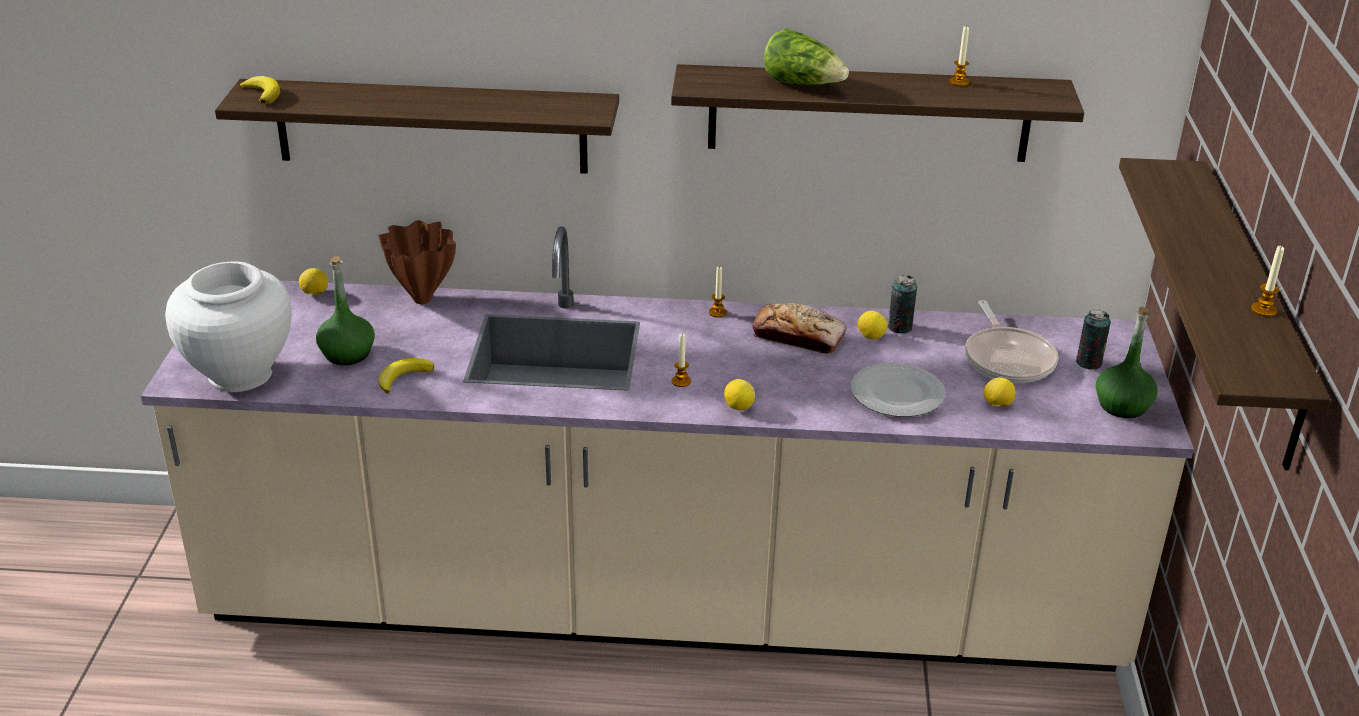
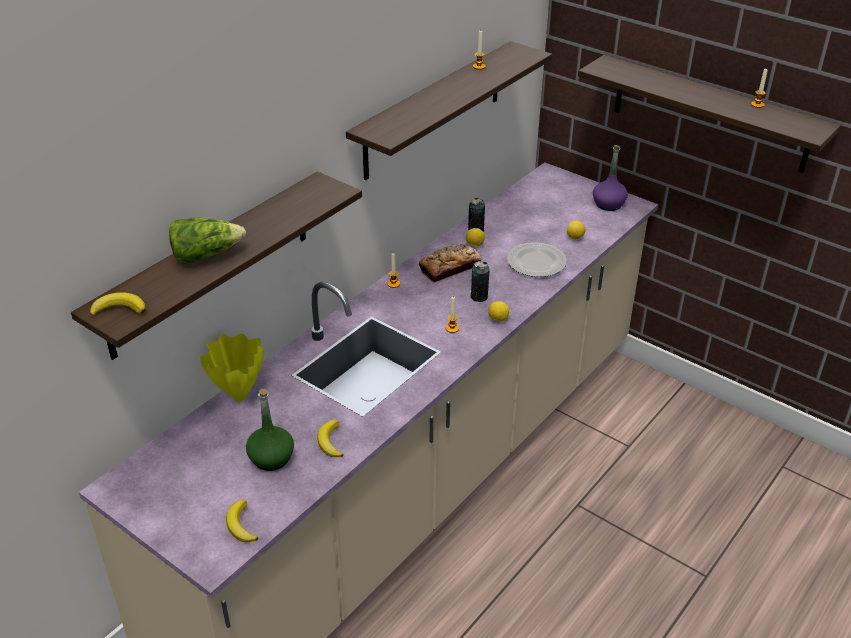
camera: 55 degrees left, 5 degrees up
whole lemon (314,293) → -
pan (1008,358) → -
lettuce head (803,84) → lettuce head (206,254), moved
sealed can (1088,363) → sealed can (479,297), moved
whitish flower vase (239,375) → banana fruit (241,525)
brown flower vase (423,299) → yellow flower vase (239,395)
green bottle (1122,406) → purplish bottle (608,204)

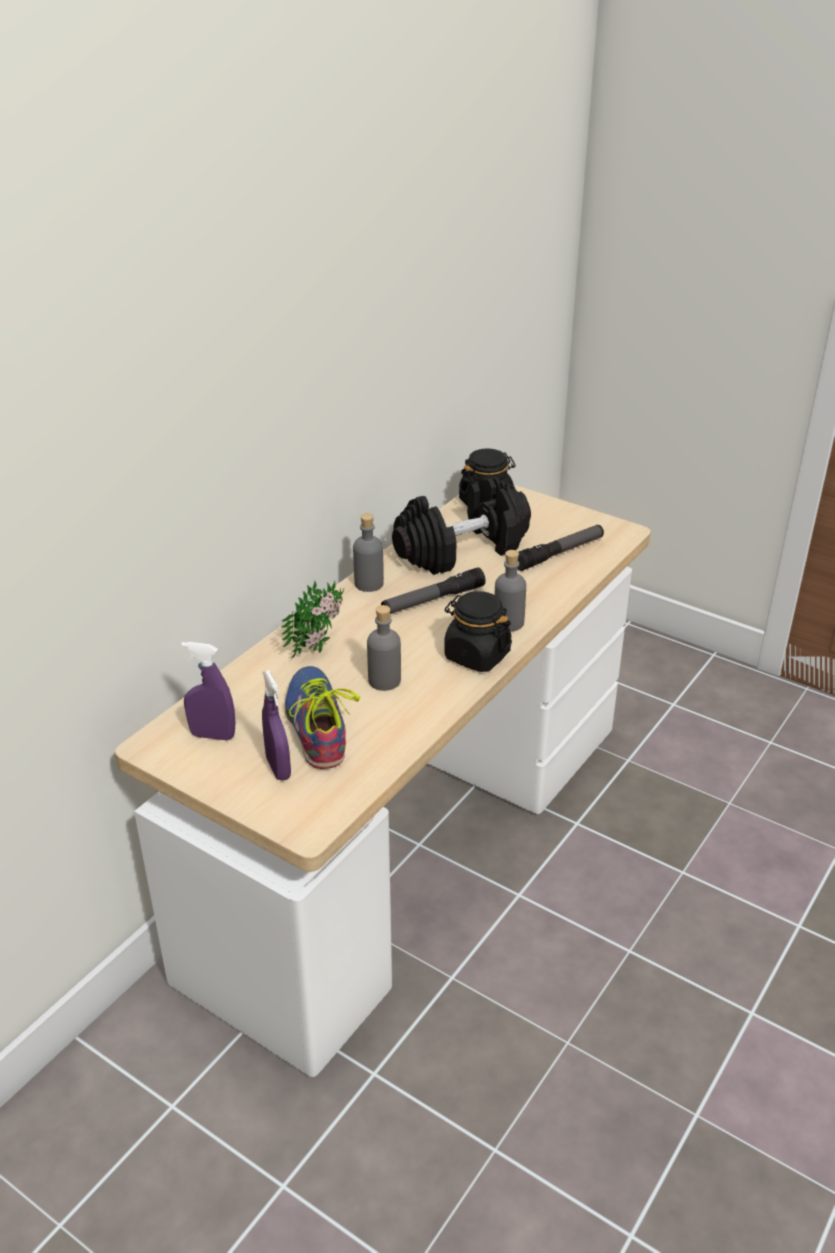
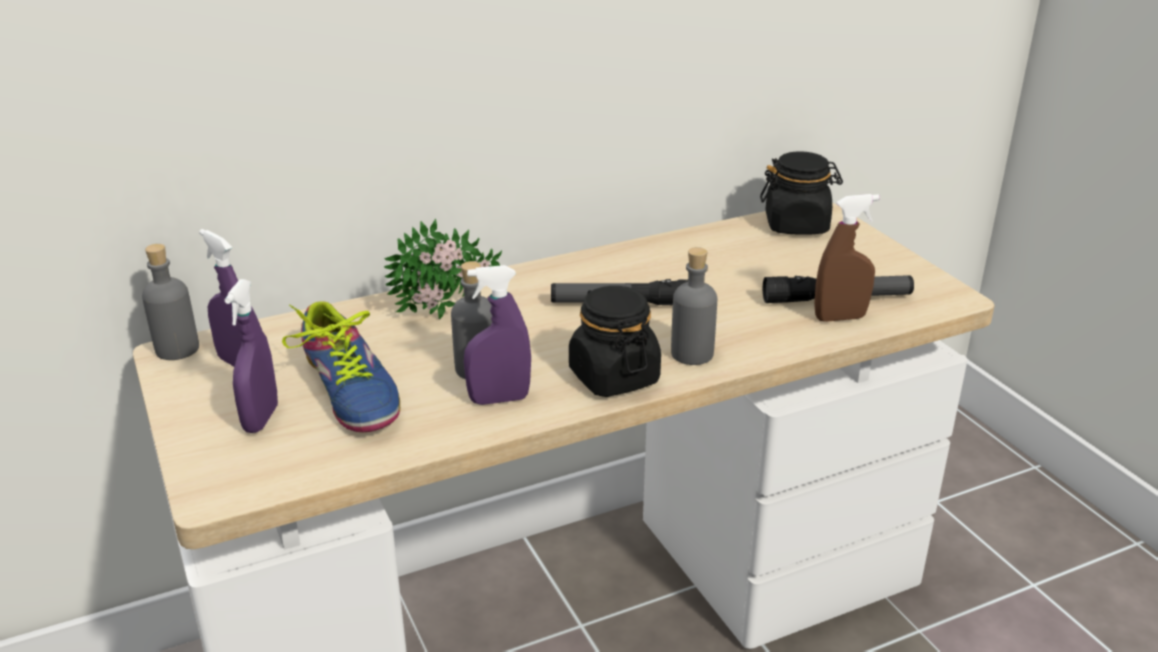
camera: 30 degrees right, 5 degrees down
blackish dumbbell (461,549) → -
- → purplish sprayer (499,399)
- → brown sprayer (840,318)
gray bottle (369,584) → gray bottle (177,349), moved
shoe (316,725) → shoe (351,390), 135 degrees clockwise

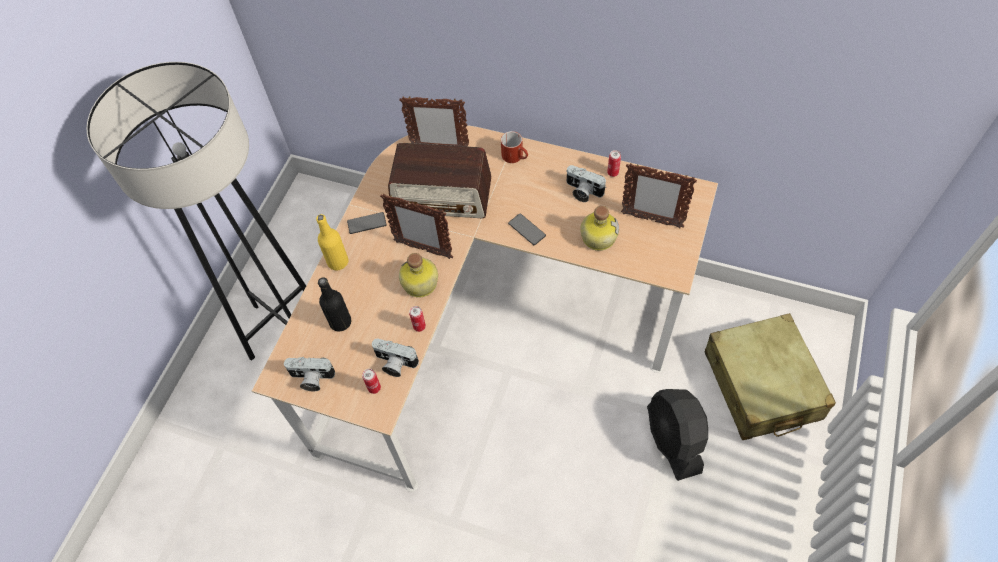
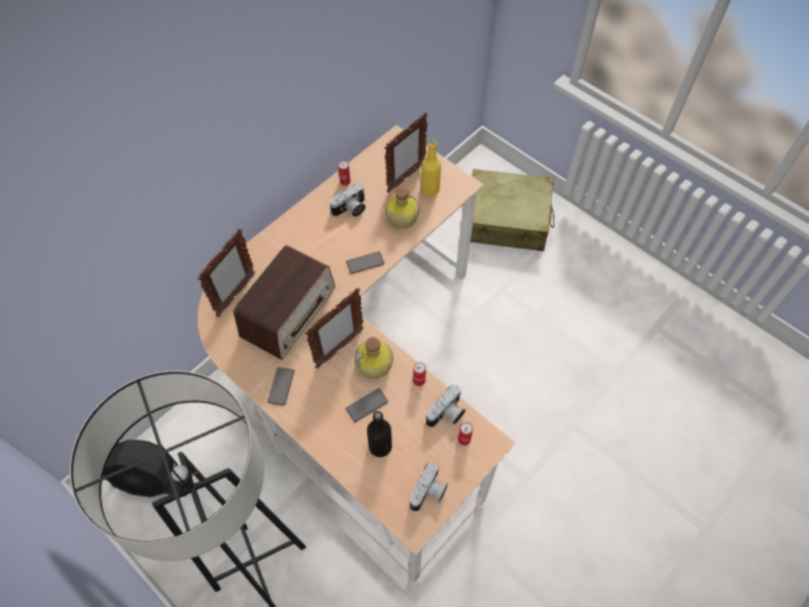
camera: 70 degrees left, 0 degrees up
red-coloured coffee mug (516,156) → -
- → handset (367,405)
yellow bottle (338,262) → yellow bottle (430,190), moved
blackish electric fan (673,440) → blackish electric fan (154,480), moved

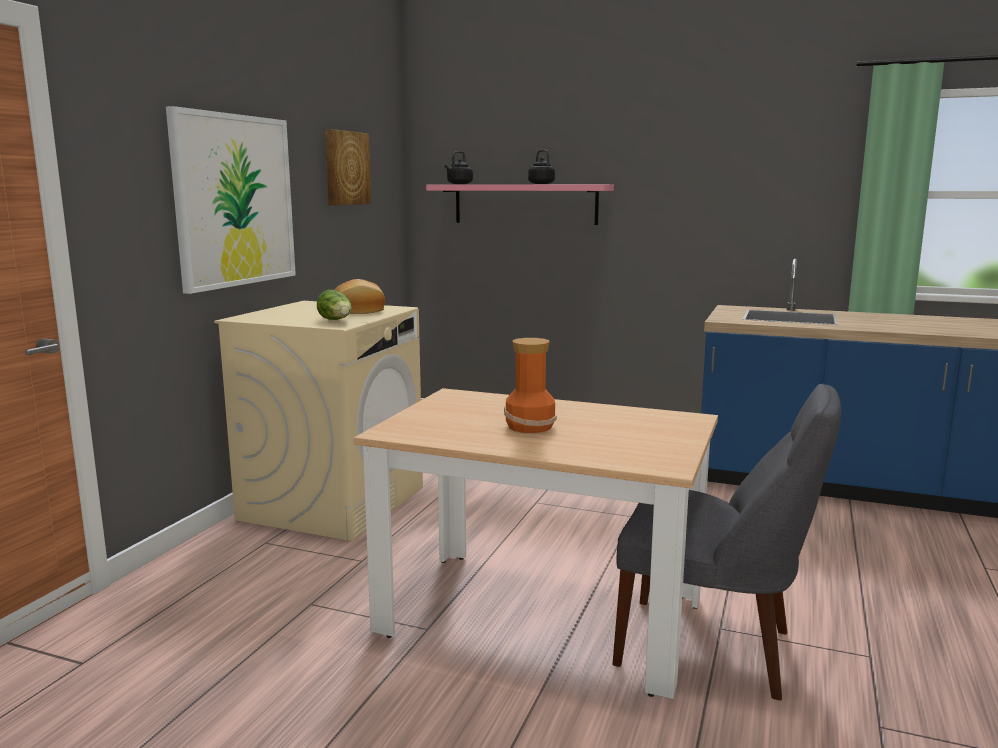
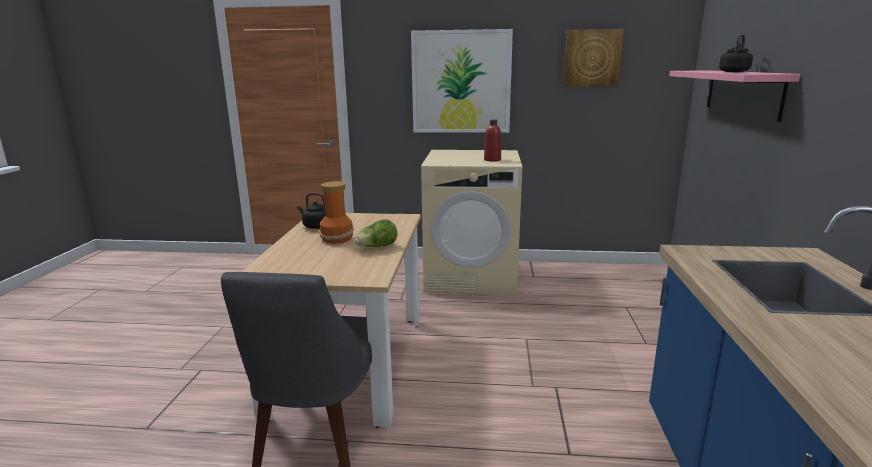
camera: 75 degrees right, 5 degrees up
lettuce head (337,321) → lettuce head (377,247), moved
blackish kettle (458,184) → blackish kettle (315,226), moved
bakery bread (360,310) → red-coloured bottle (492,160)

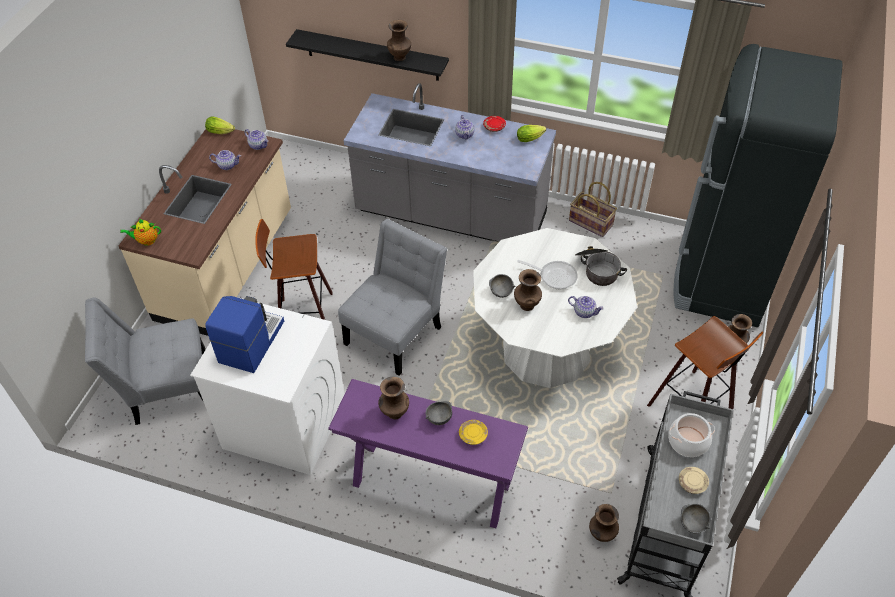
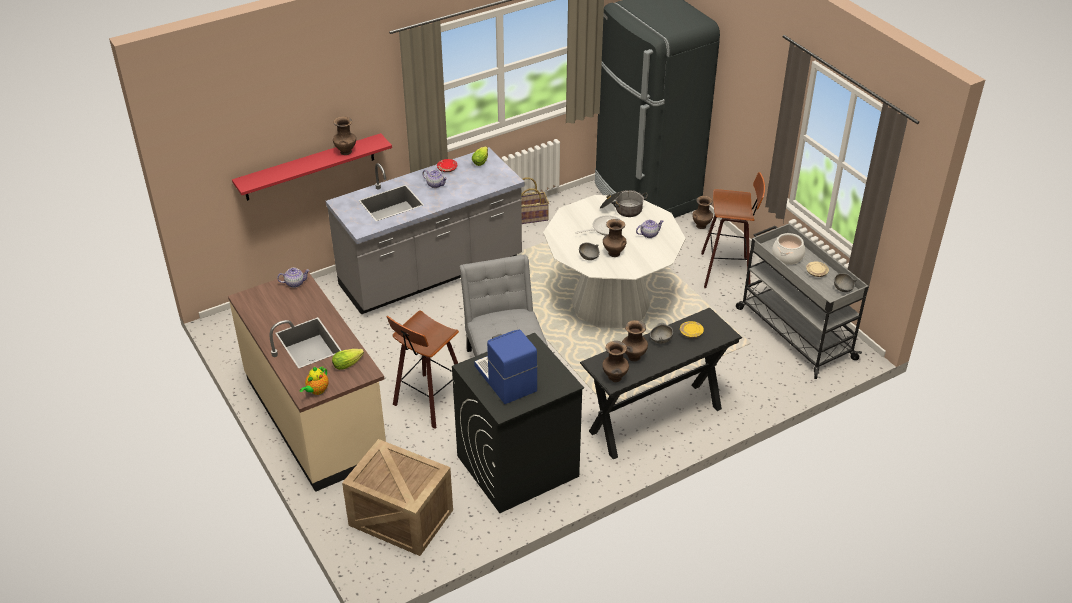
camera: 50 degrees left, 10 degrees down
pot for tea (227,165) → -
lettuce head (221,131) → lettuce head (349,363), moved
brown flower vase (601,535) → brown flower vase (615,378), moved
gray chair (165,388) → crate (399,518)
whitish washing machine (284,424) → blackish washing machine (517,467)
blackish wall shelf (372,55) → red-coloured wall shelf (309,167)
purplish hall table (431,485) → blackish hall table (655,420)

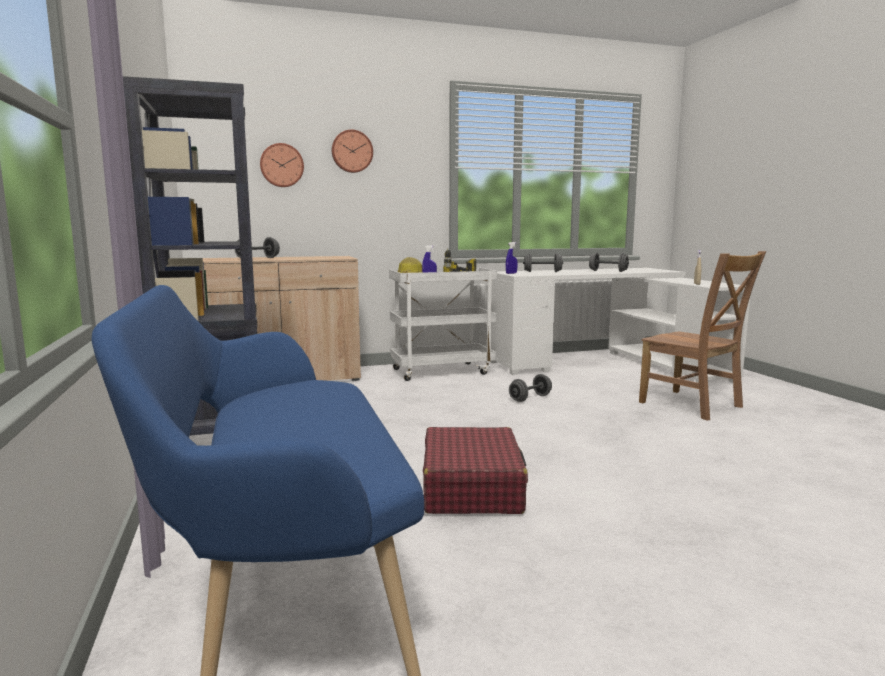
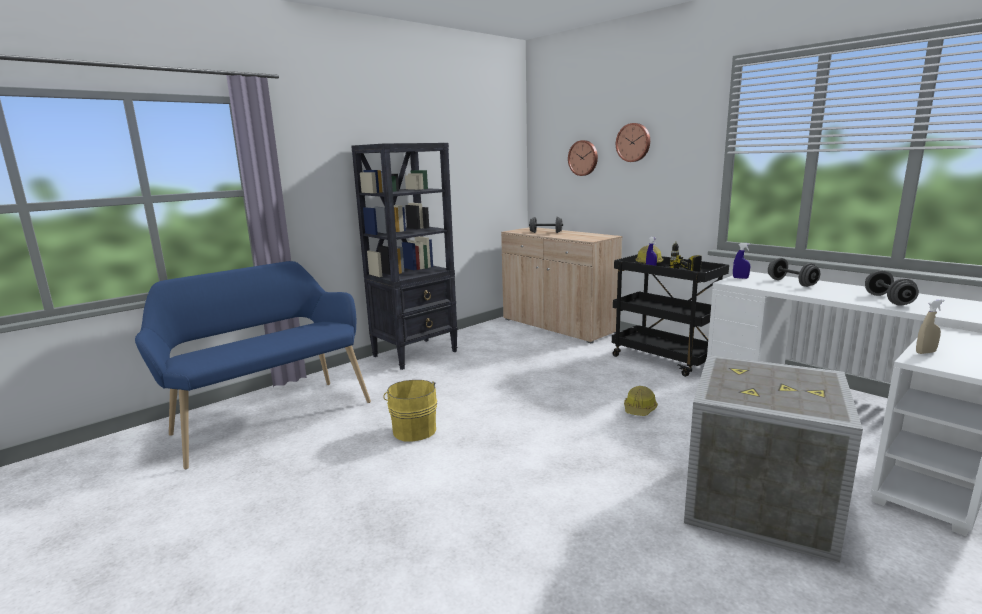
camera: 65 degrees right, 5 degrees up
red-coloured travel case (472,487) → yellow bucket (414,429)
gray dumbbell (530,398) → hard hat (639,409)
brown chair (693,406) → crate (756,503)
whitish trolley (442,371) → blackish trolley (664,360)

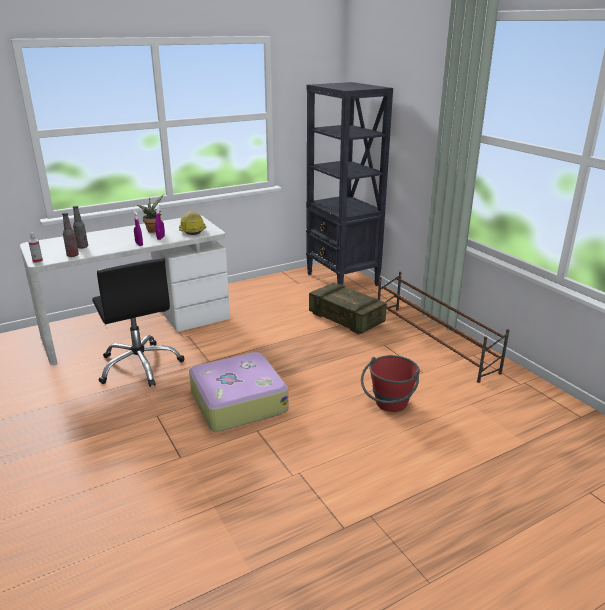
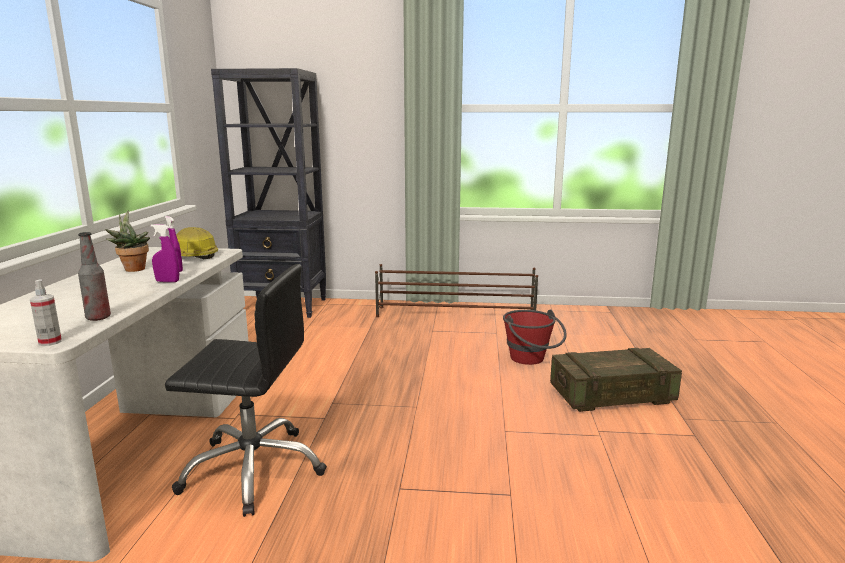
camera: 55 degrees left, 10 degrees down
bottle (82,247) → -
travel case (237,401) → -
crate (346,319) → crate (611,396), moved

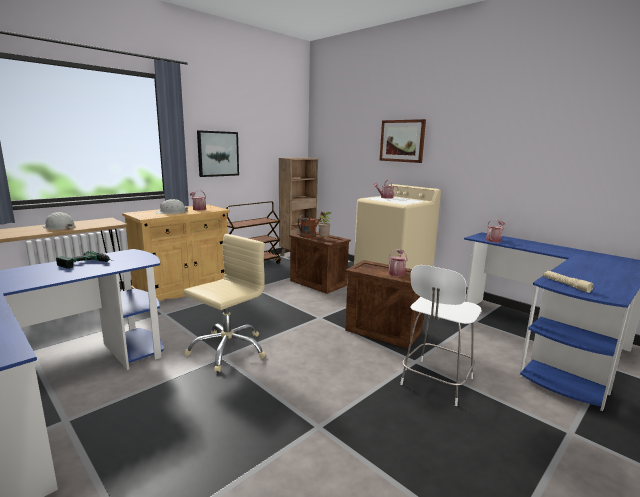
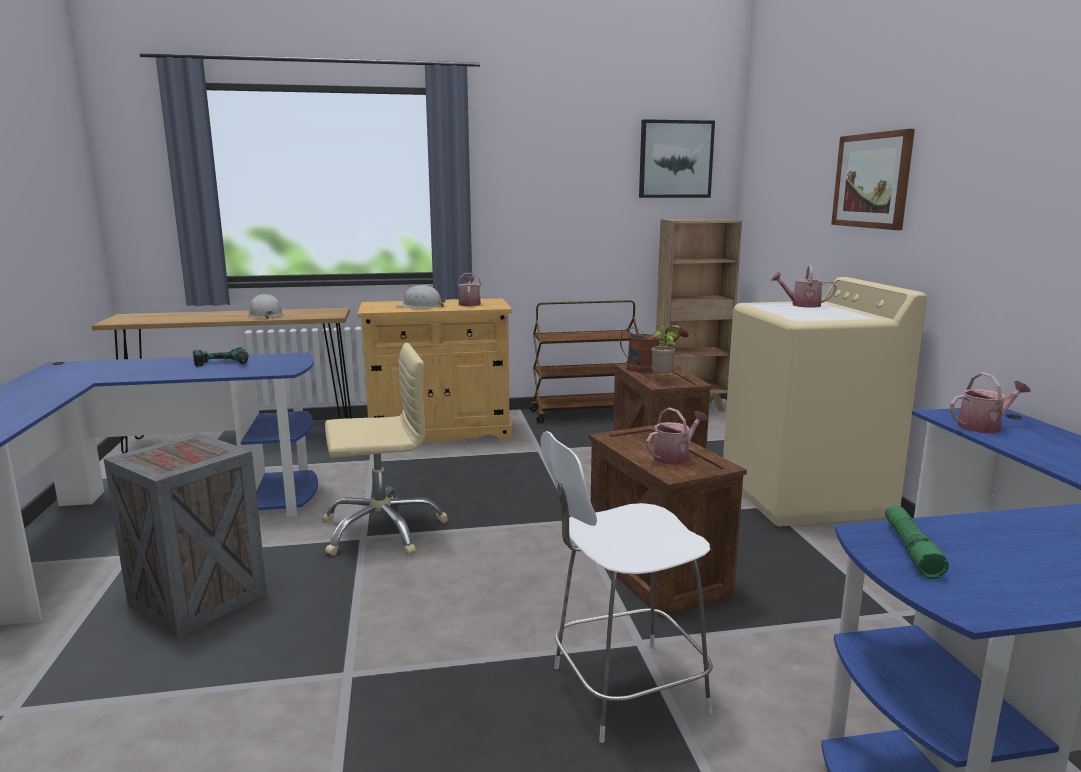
camera: 35 degrees right, 0 degrees up
- → crate (199,597)
picture (218,154) → picture (675,159), moved
sand-coloured flashlight (566,285) → green flashlight (911,549)

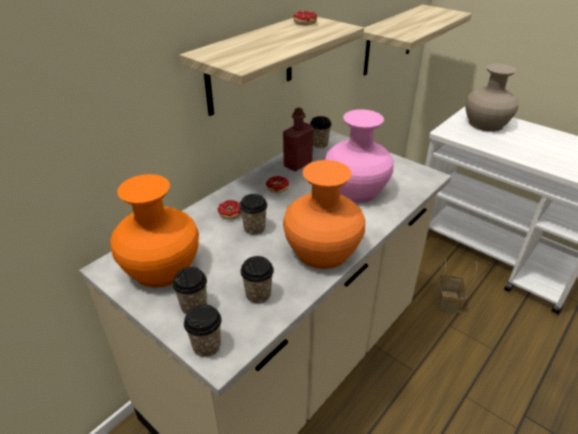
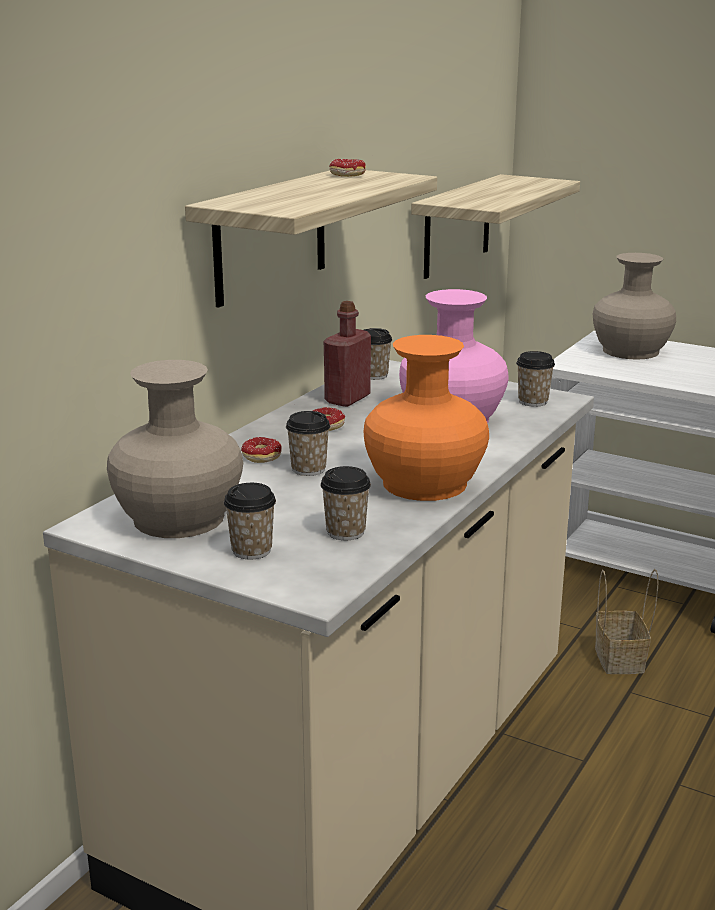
camera: 10 degrees left, 15 degrees down
small cup (206,346) → small cup (533,401), moved
orange flower vase (161,267) → sand-coloured flower vase (178,518)

